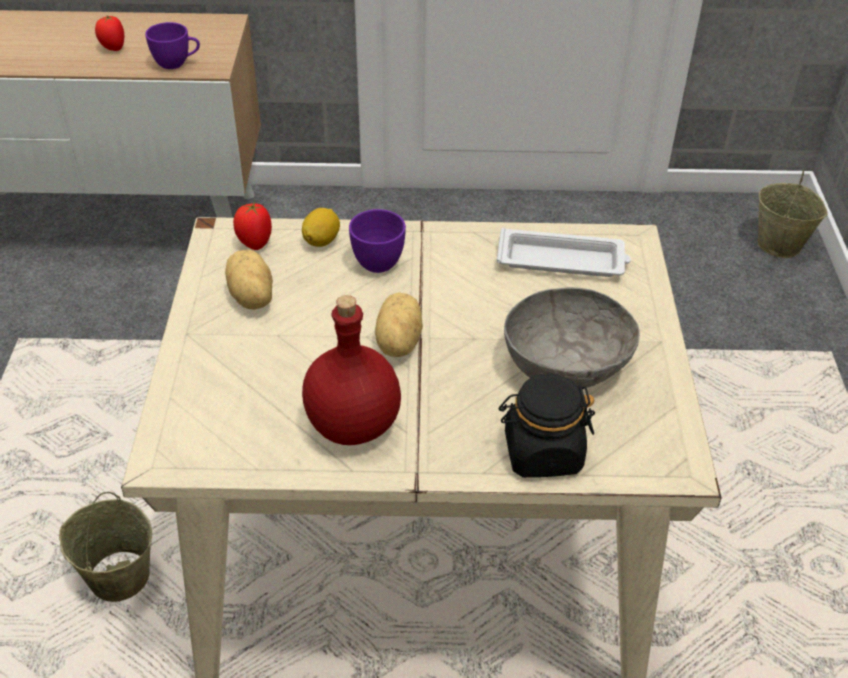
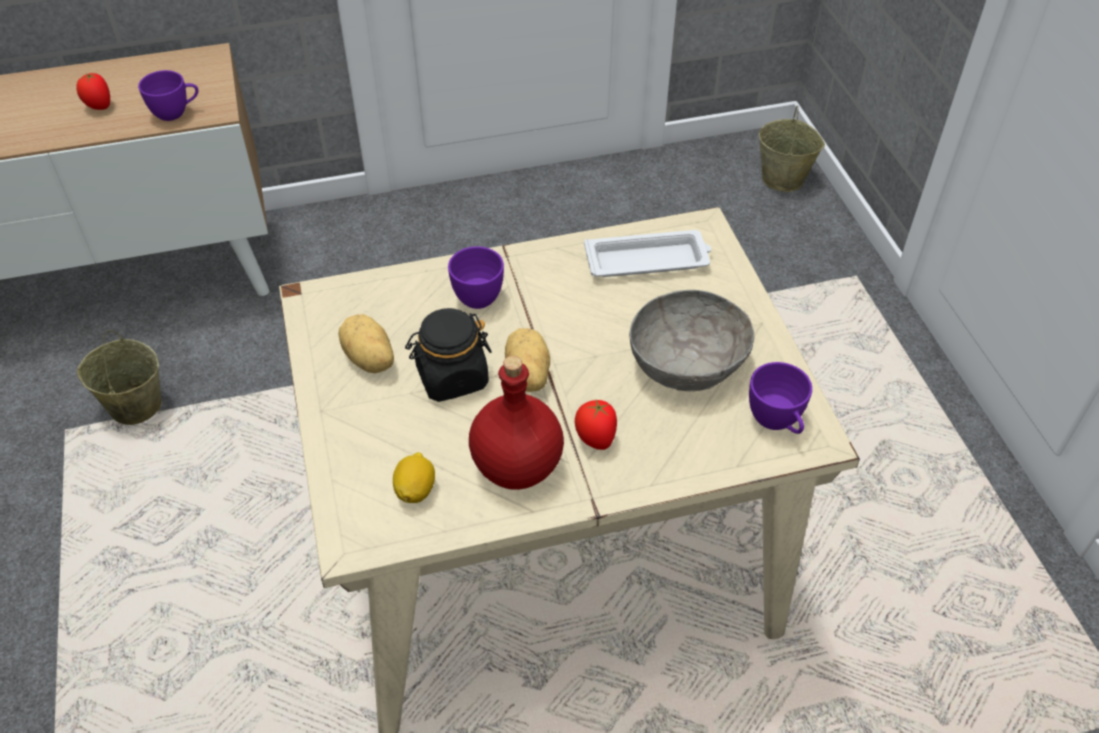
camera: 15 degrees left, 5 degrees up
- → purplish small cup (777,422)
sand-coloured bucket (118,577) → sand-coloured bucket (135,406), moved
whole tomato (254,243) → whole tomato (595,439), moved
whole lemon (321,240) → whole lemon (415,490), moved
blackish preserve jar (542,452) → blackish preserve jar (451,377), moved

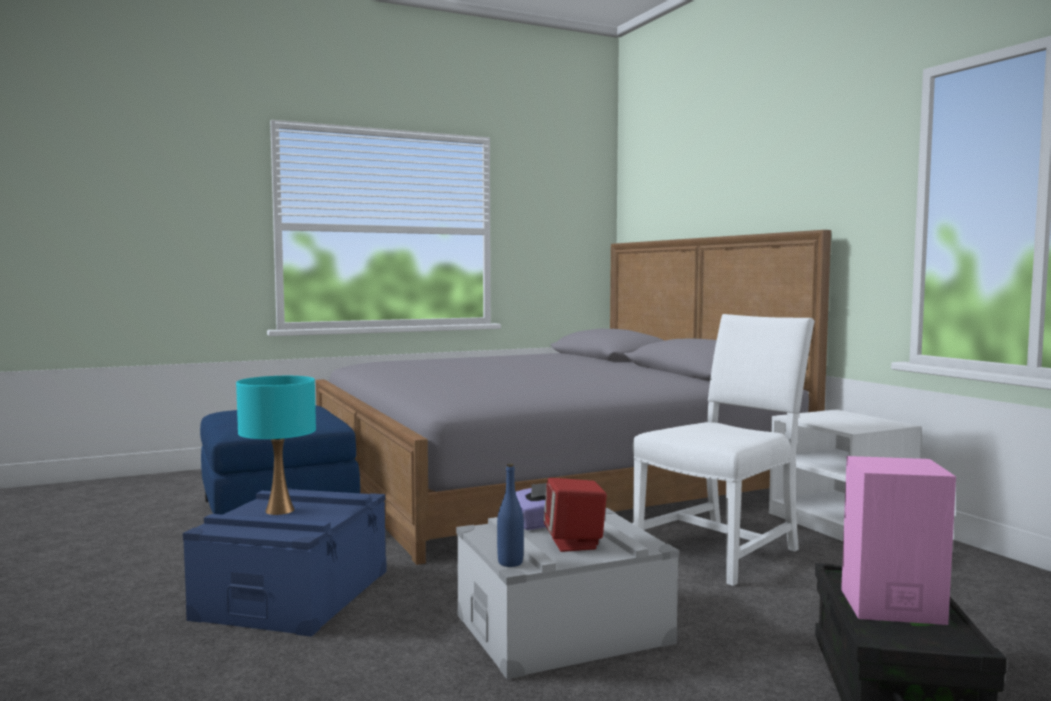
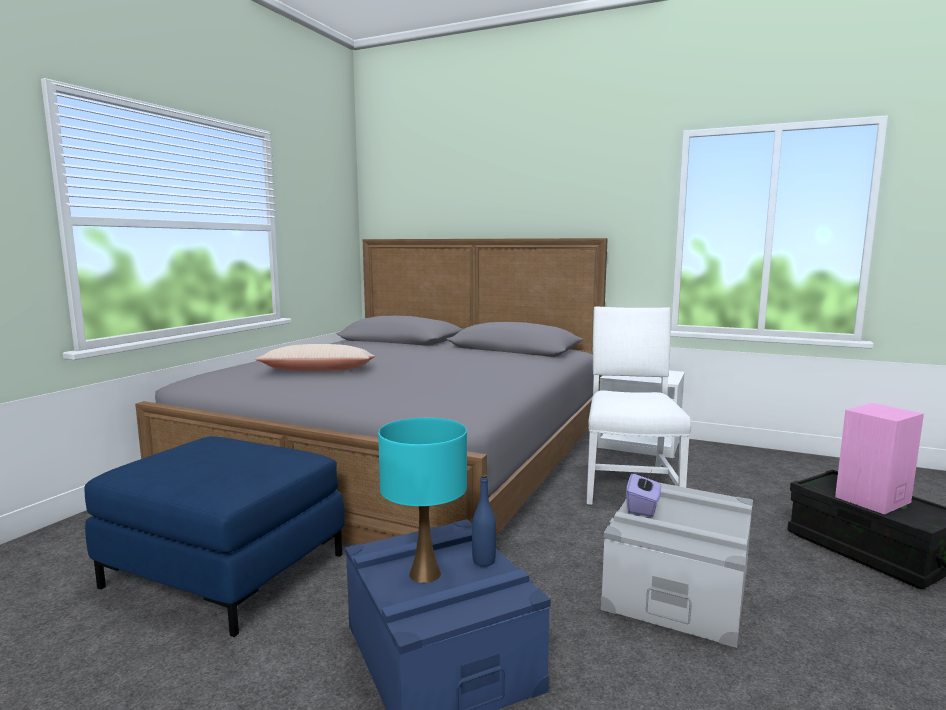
camera: 40 degrees left, 5 degrees up
red-coloured speaker (574,543) → -
- → sand-coloured cushion (318,370)
bluish bottle (510,563) → bluish bottle (483,561), moved

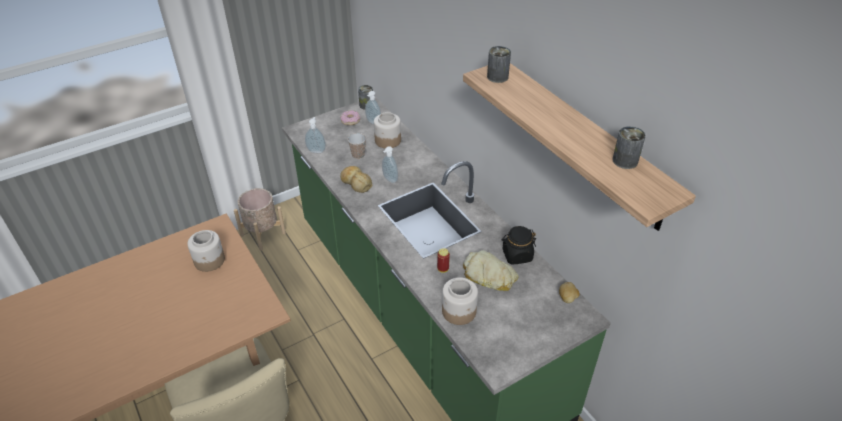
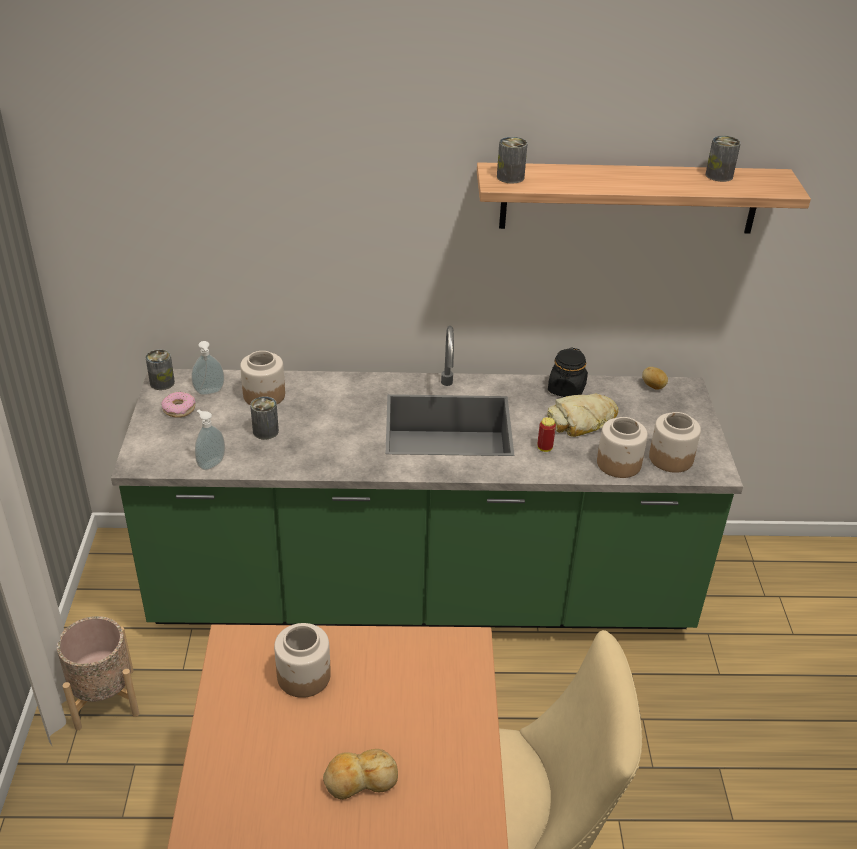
camera: 60 degrees left, 5 degrees down
liquid soap bottle (389,180) → -
- → preserve jar (670,458)
bakery bread (356,183) → bakery bread (360,780), moved
small cup (358,155) → sealed can (265,431)

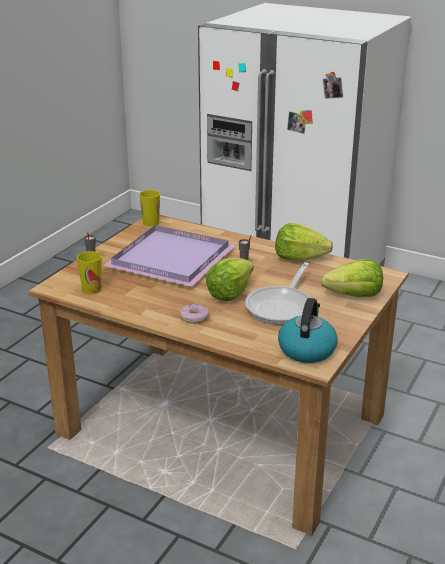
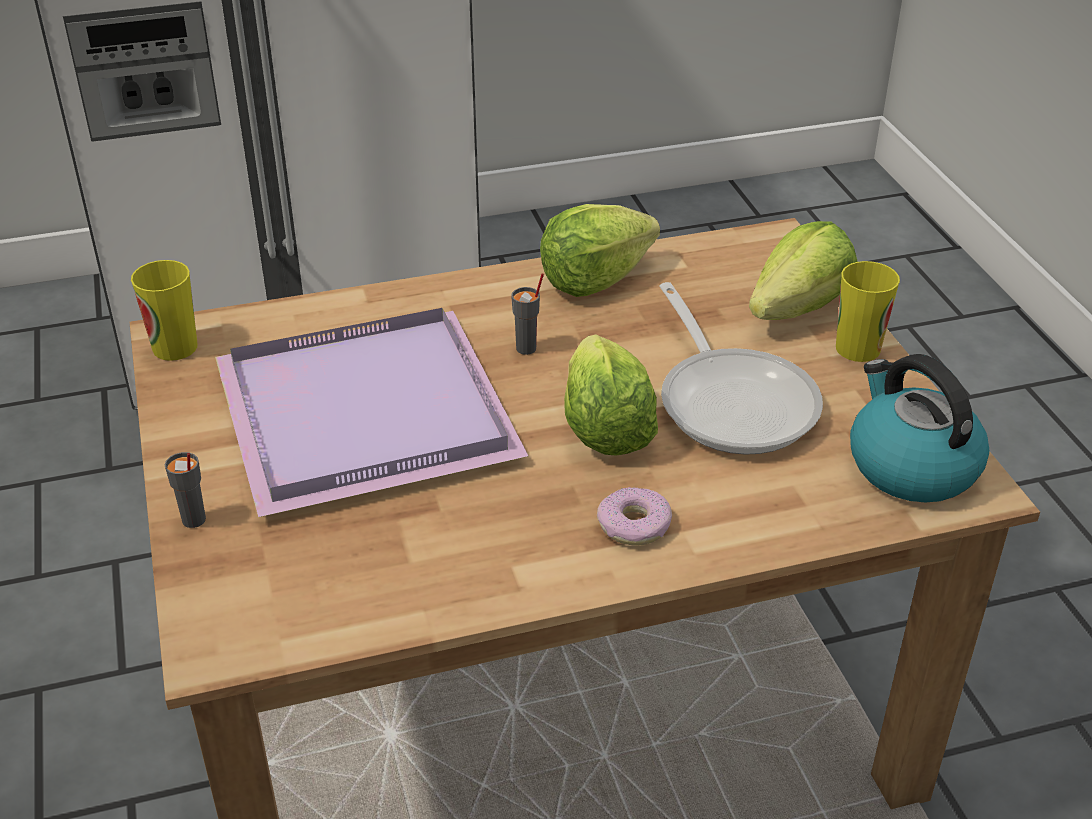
camera: 45 degrees left, 10 degrees up
small cup (92,289) → small cup (857,348), moved

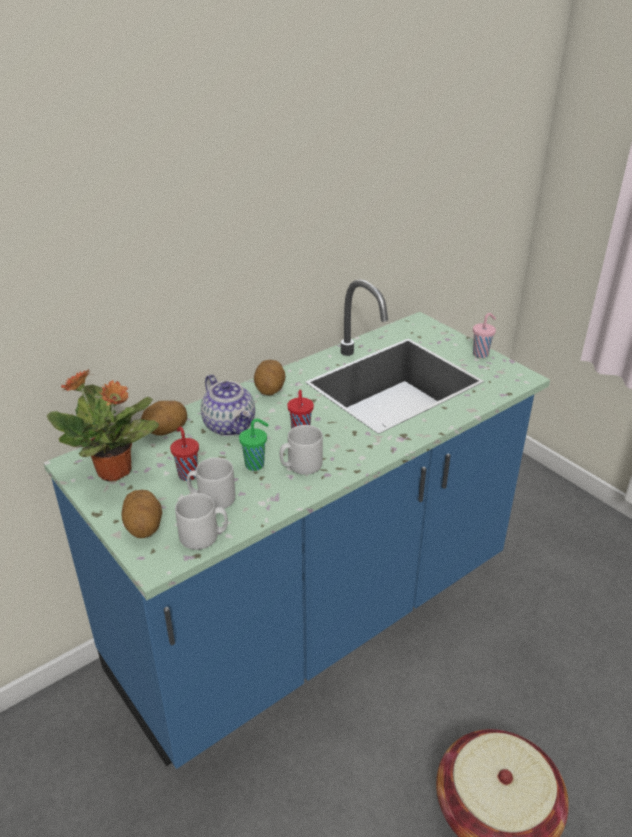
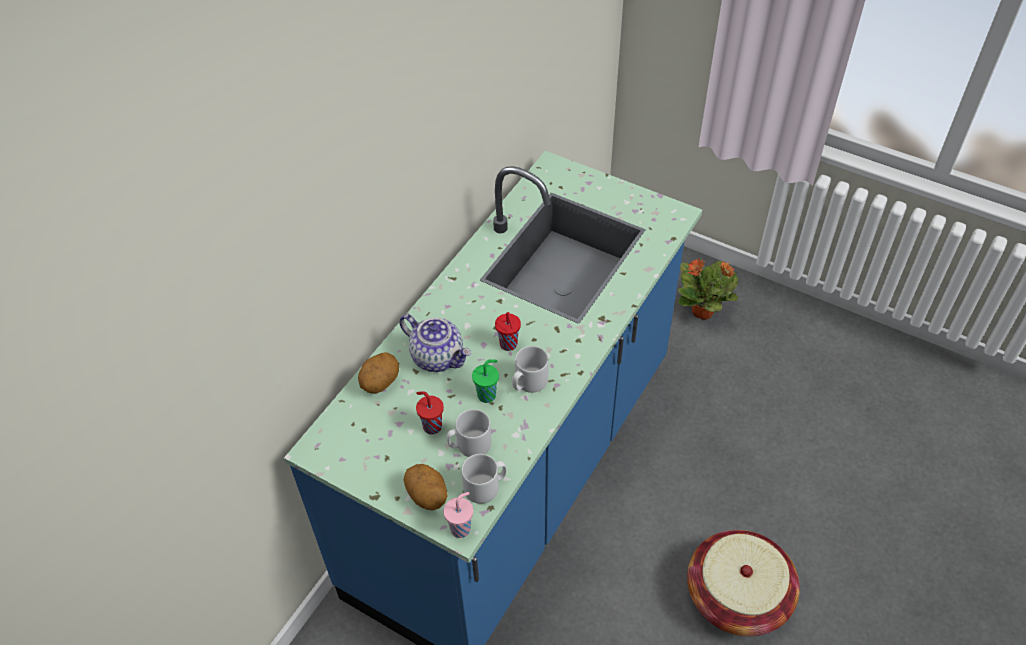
camera: 20 degrees left, 15 degrees up
spud (270,390) → -
plant in a pot (115,471) → plant in a pot (703,312), moved
pink-coloured small cup (481,354) → pink-coloured small cup (461,528), moved

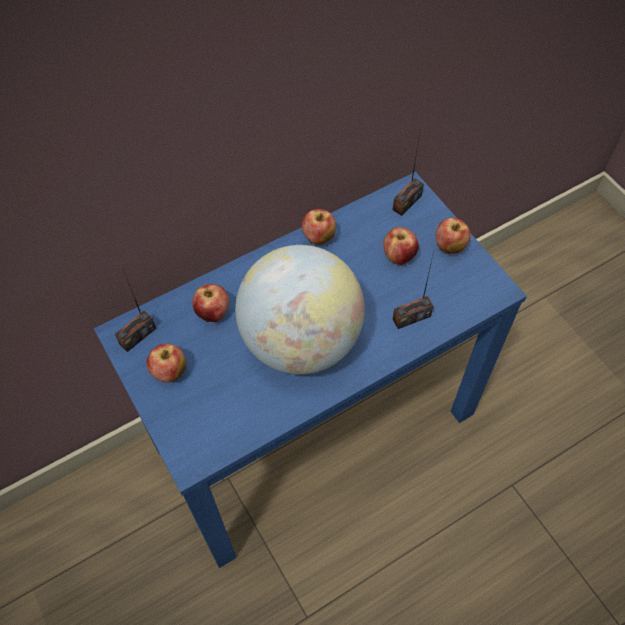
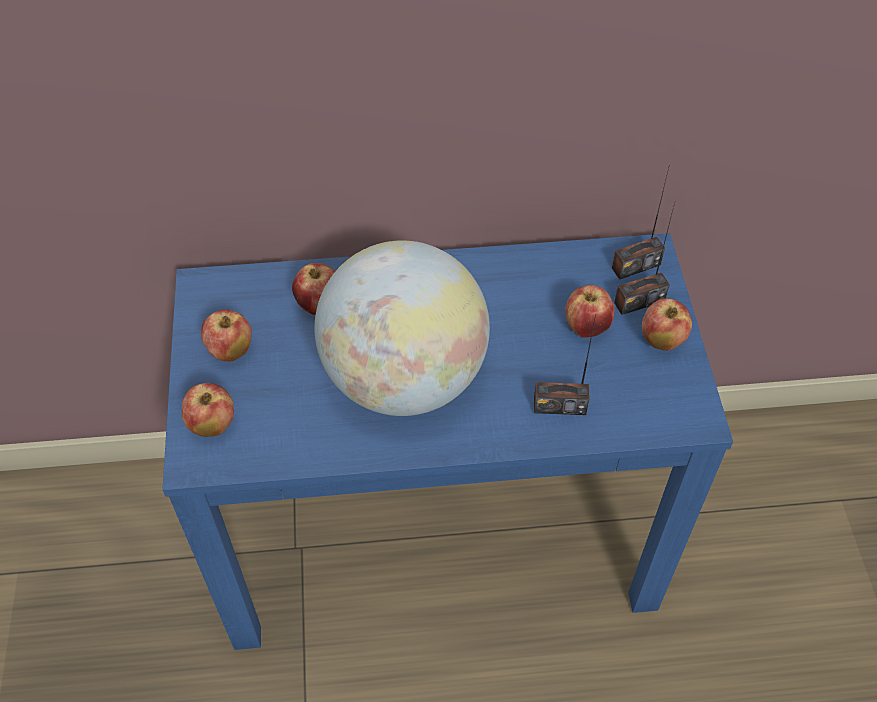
camera: 25 degrees right, 5 degrees down
radio (137,336) → radio (639,301), moved
apple fruit (318,238) → apple fruit (212,425), moved

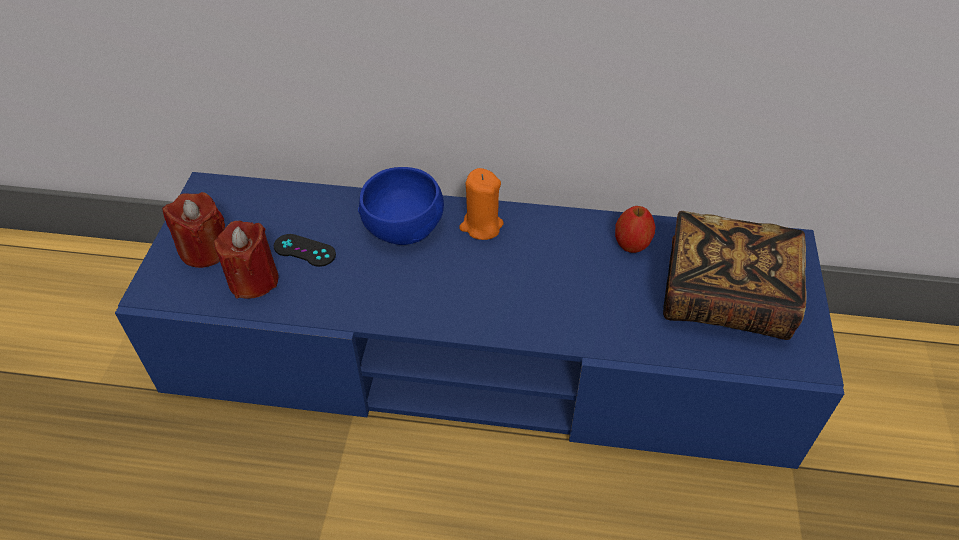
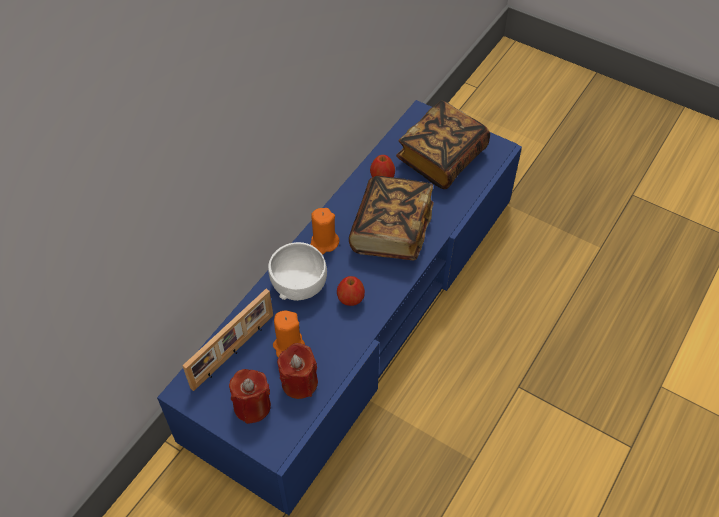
camera: 65 degrees left, 5 degrees up
- → picture frame (234,352)
- → apple fruit (350,300)
- → bound book (391,231)
blackish joypad (304,250) → orange candle (288,345)
bluish deep dish (403,225) → whitish deep dish (299,283)

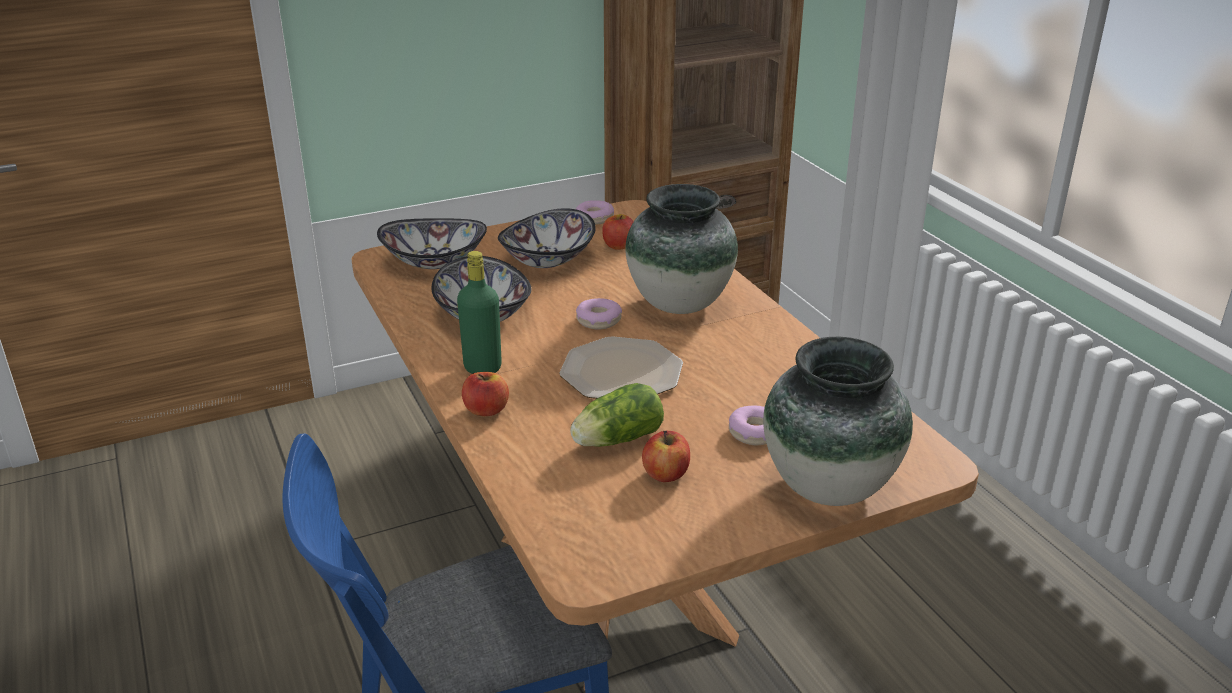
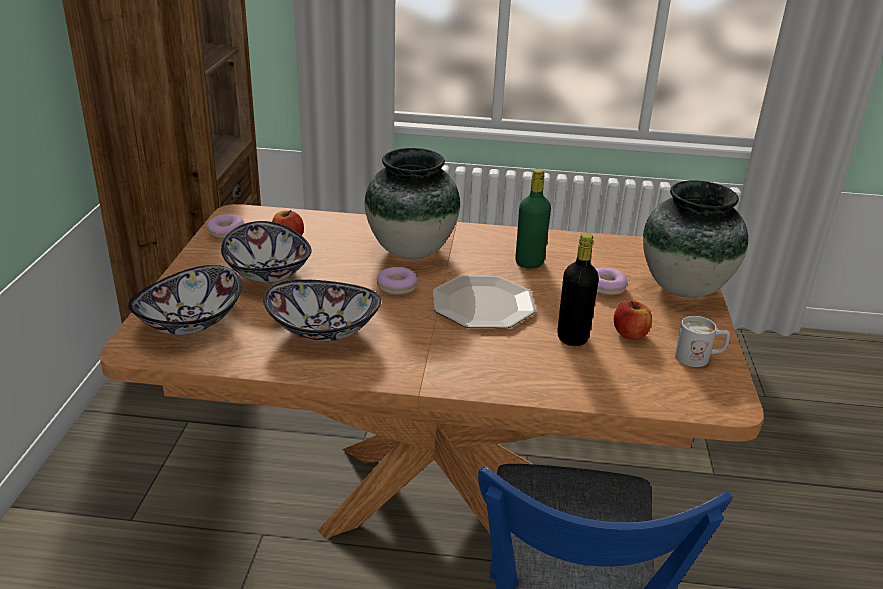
camera: 60 degrees left, 0 degrees up
apple fruit (486,410) → -
- → whitish coffee mug (699,358)
green bottle (482,367) → green bottle (529,263), moved
lettuce head (615,440) → blackish bottle (572,338)

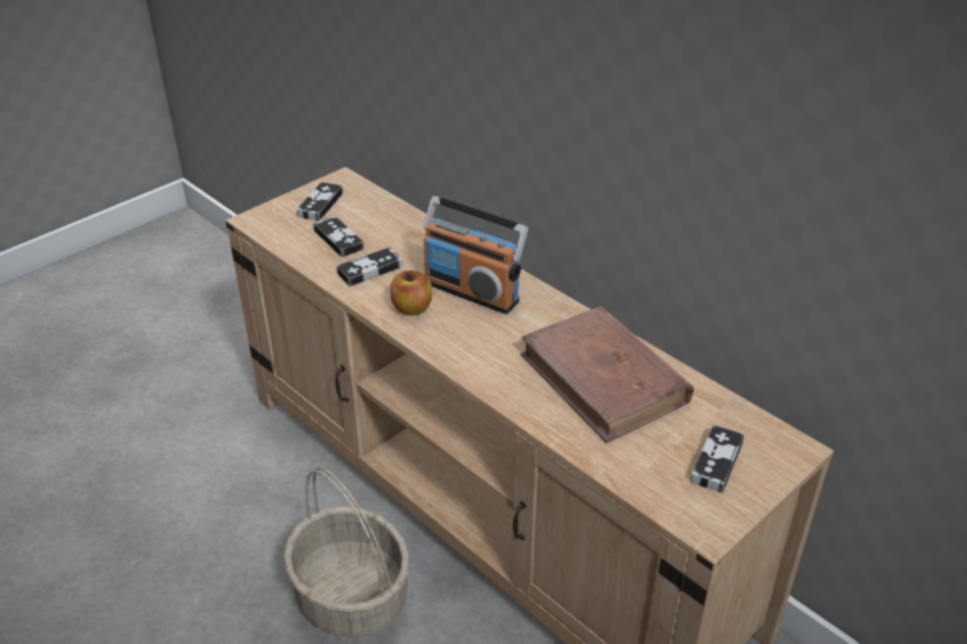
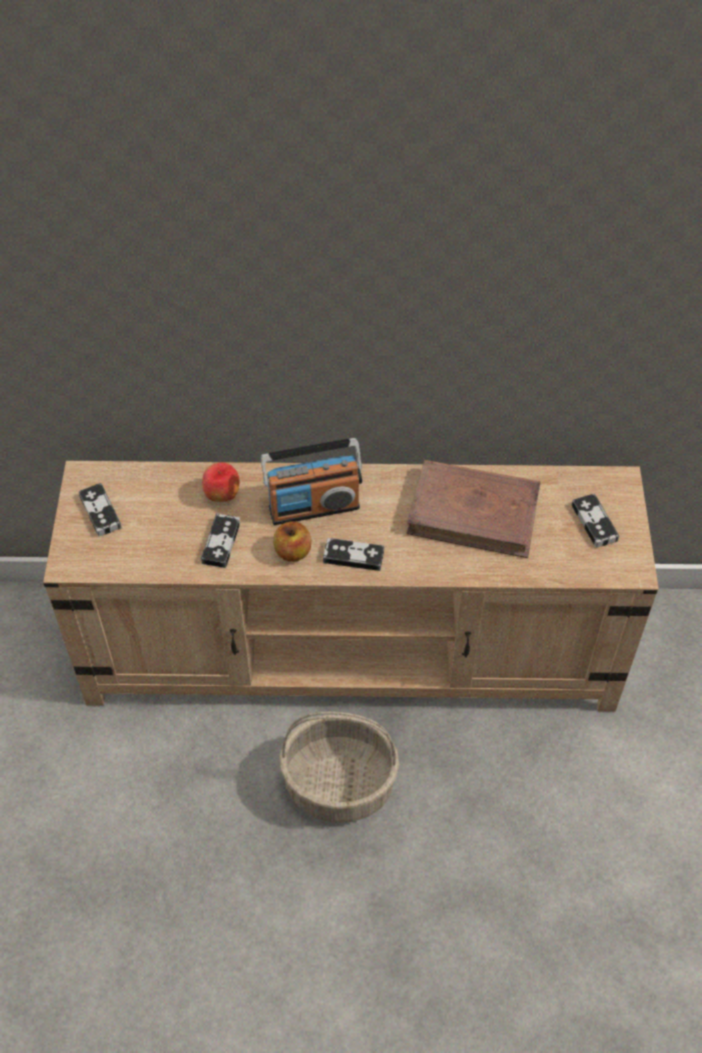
camera: 45 degrees left, 15 degrees up
- → apple fruit (222,495)
joypad (338,239) → joypad (353,556), moved

